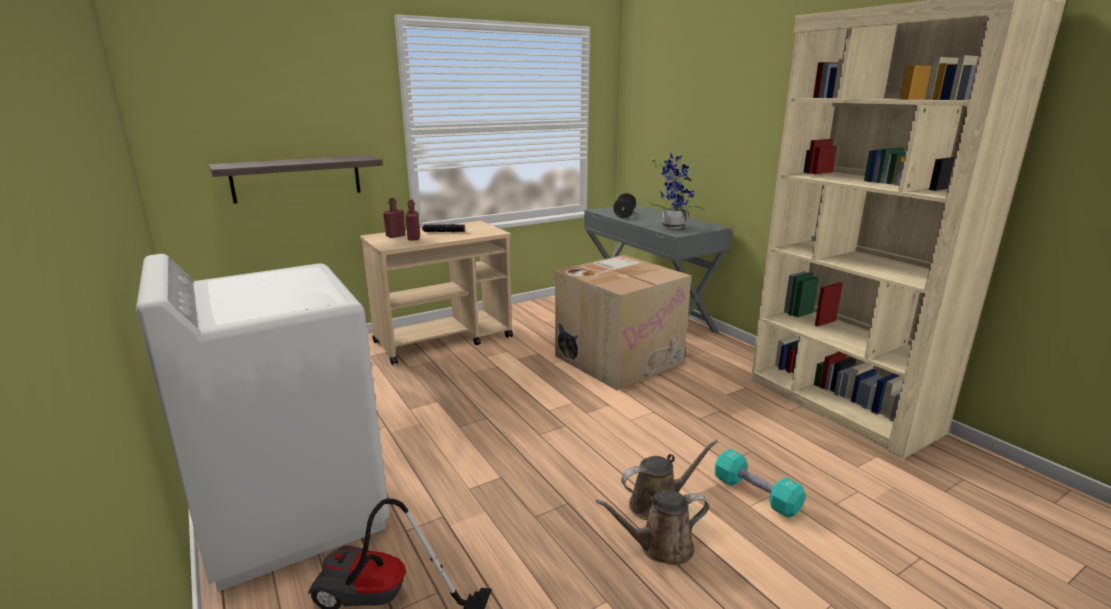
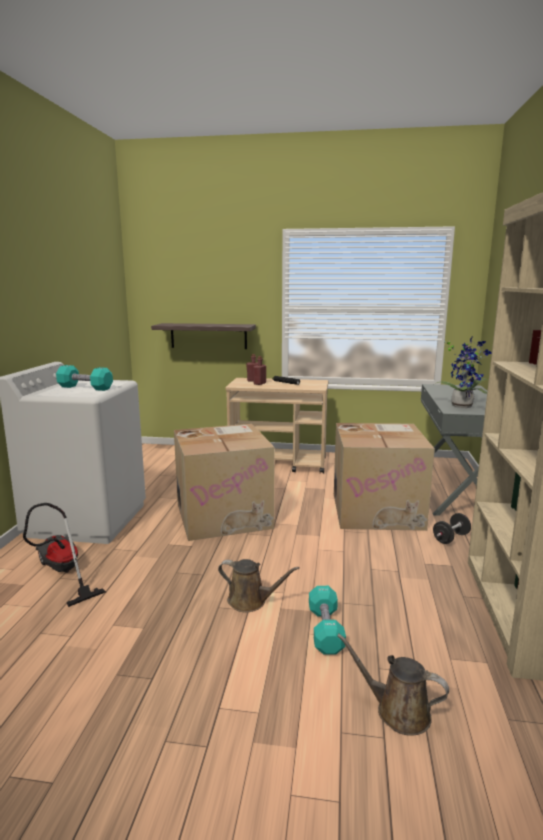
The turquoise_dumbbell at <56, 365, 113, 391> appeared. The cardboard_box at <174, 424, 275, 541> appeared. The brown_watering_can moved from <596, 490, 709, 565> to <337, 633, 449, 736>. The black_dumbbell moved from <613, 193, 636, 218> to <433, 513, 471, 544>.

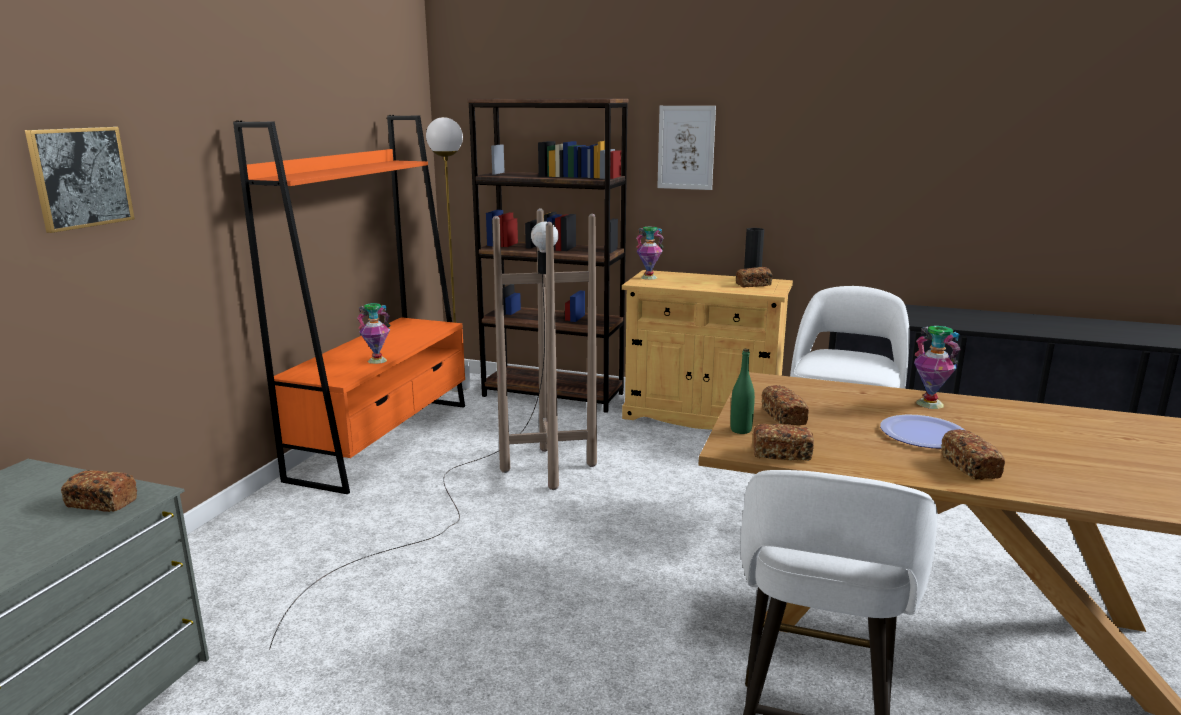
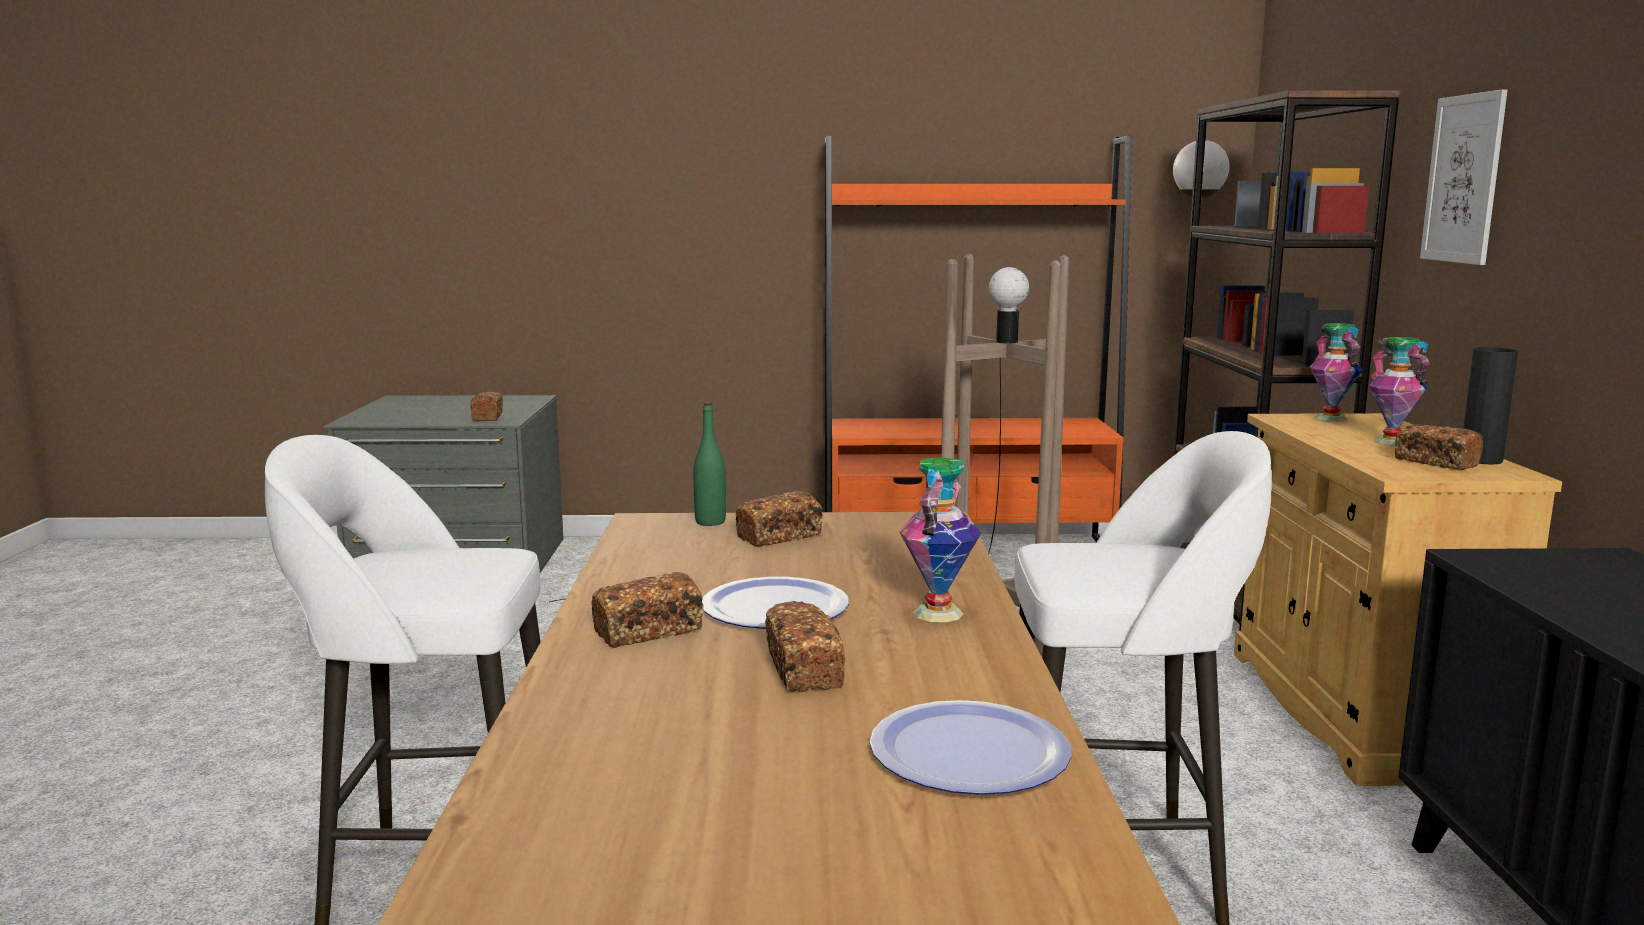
The bread moved from <753, 424, 814, 461> to <765, 601, 845, 692>. The plate at <870, 700, 1072, 795> appeared. The vase moved from <357, 303, 391, 364> to <1369, 337, 1430, 446>. The picture at <25, 127, 135, 233> disappeared.

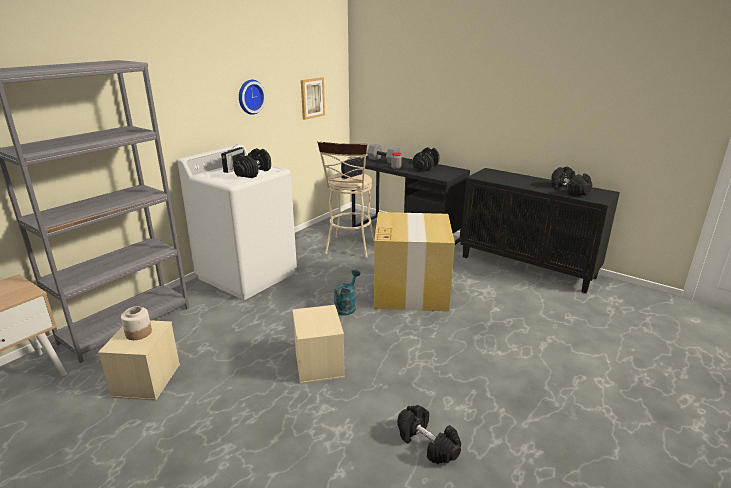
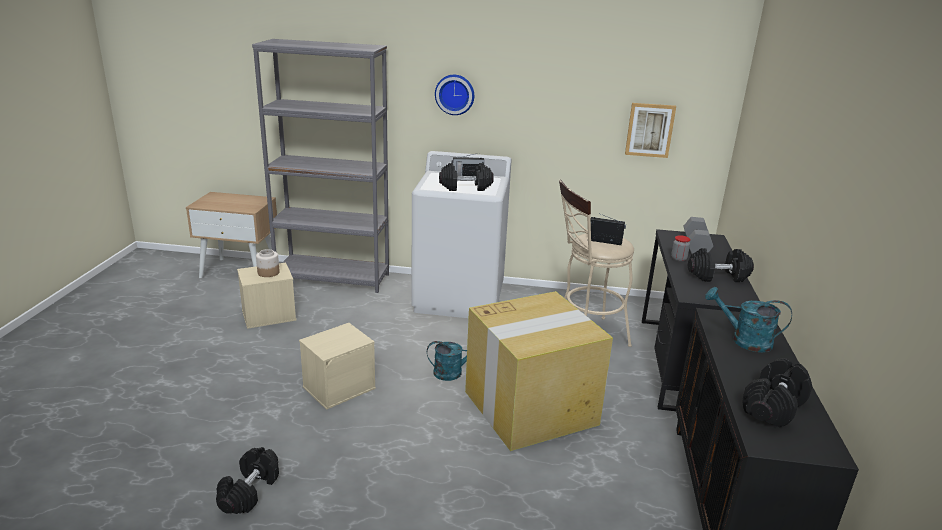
The wall_clock moved from <239, 80, 266, 115> to <435, 75, 474, 115>. The turquoise_watering_can at <705, 287, 792, 352> appeared.

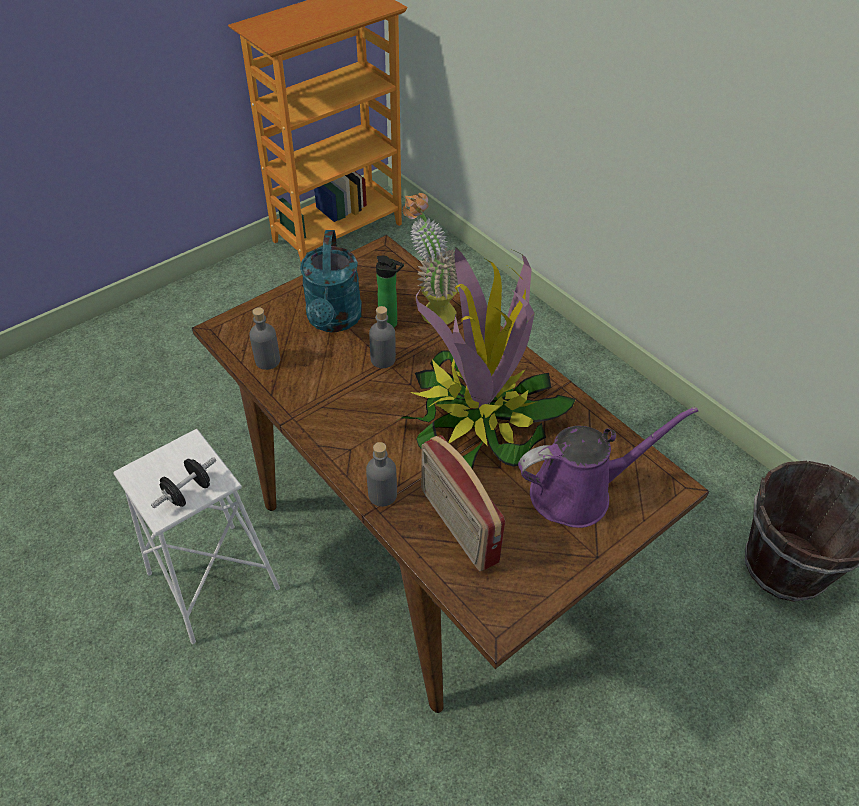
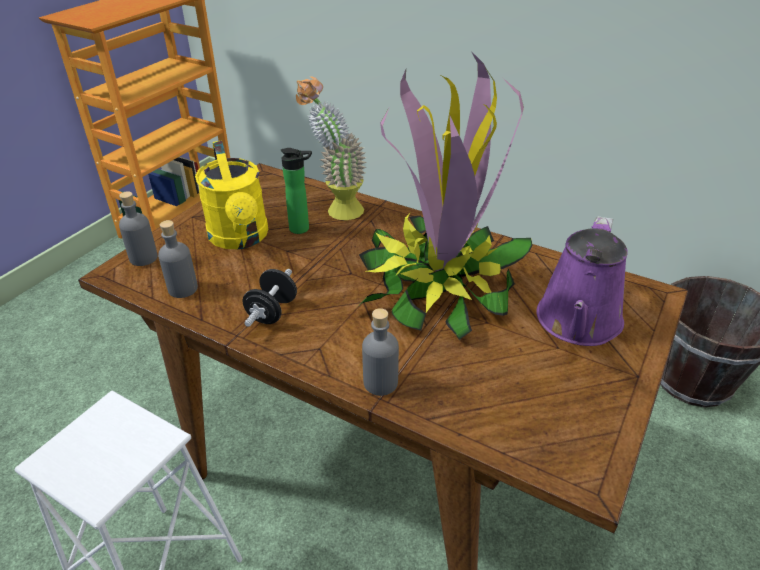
The grey_bottle moved from <369, 306, 396, 368> to <119, 191, 158, 266>. The turquoise_watering_can at <300, 230, 362, 332> became the yellow_watering_can at <195, 141, 268, 249>. The black_dumbbell moved from <151, 457, 216, 508> to <243, 269, 297, 327>. The purple_watering_can at <518, 407, 698, 528> turned 150 degrees clockwise. The radio at <421, 435, 505, 571> disappeared.

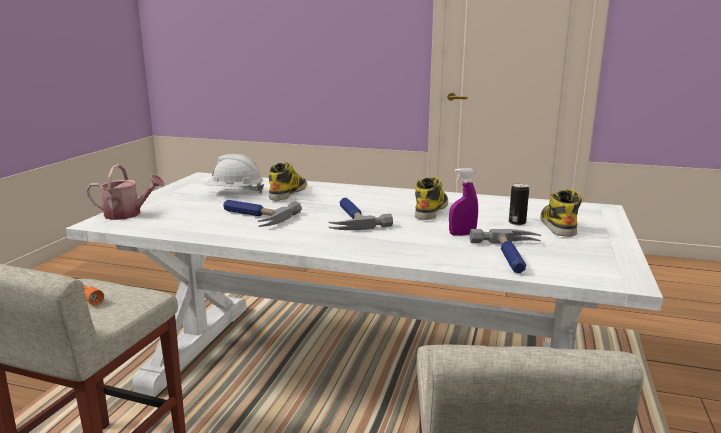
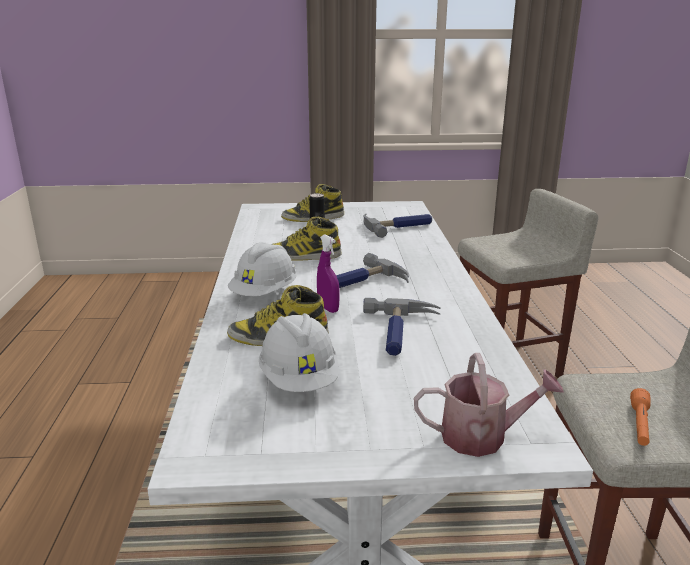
The white_hard_hat at <228, 242, 297, 296> appeared. The purple_spray_bottle moved from <449, 168, 478, 236> to <317, 234, 340, 313>. The watering_can at <86, 164, 165, 220> turned 105 degrees clockwise.

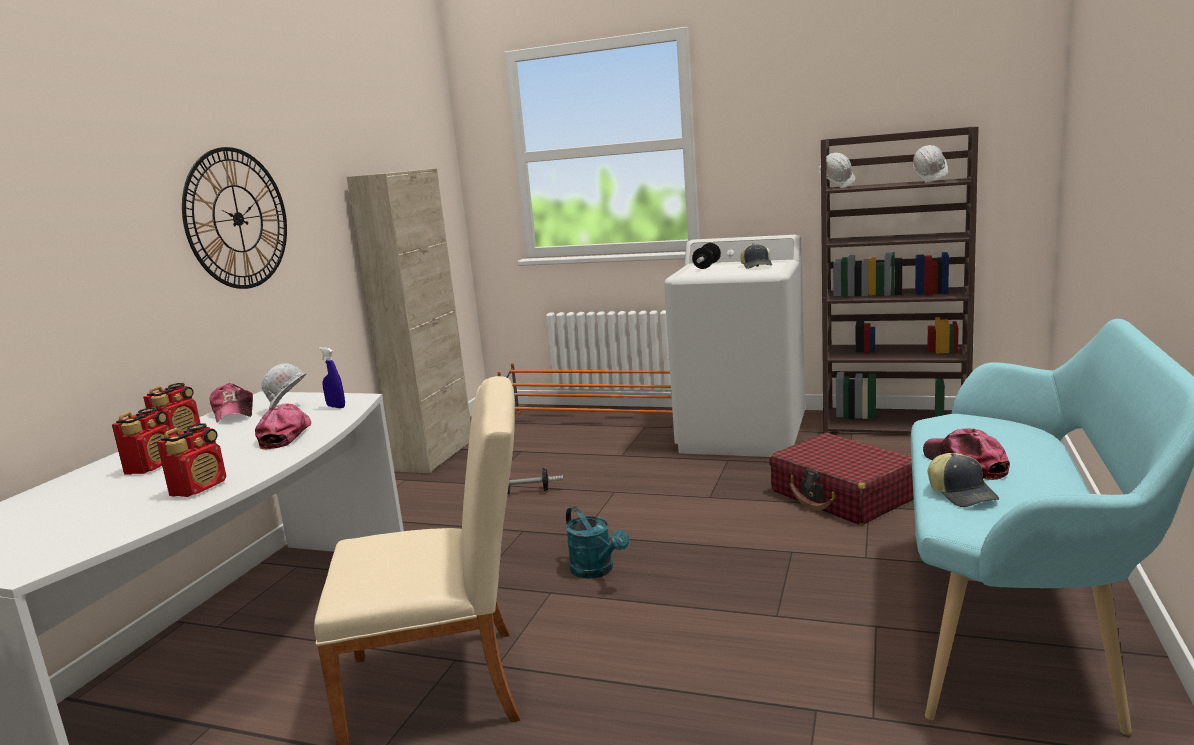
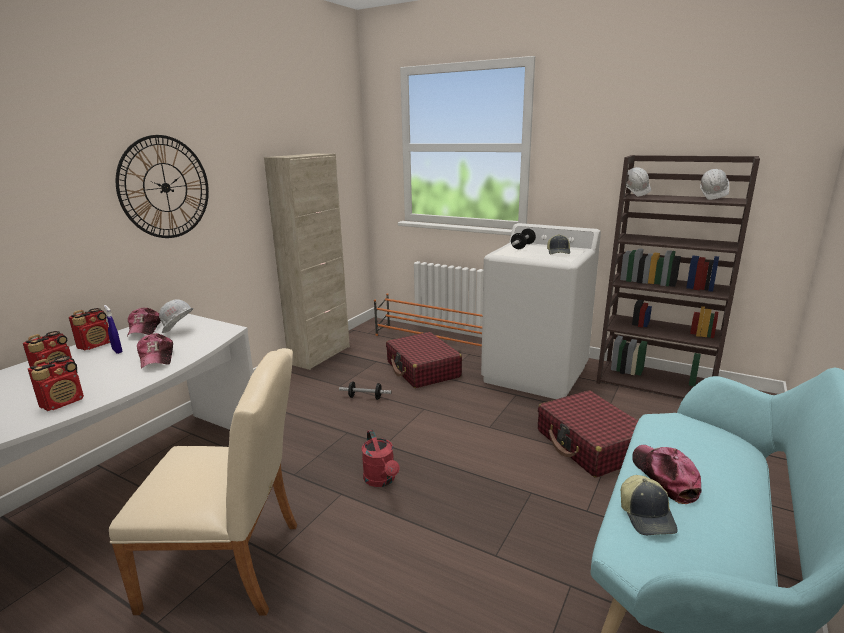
The blue_spray_bottle moved from <319, 347, 345, 409> to <104, 305, 122, 354>. The cap at <255, 403, 311, 450> turned 150 degrees clockwise. The turquoise_watering_can at <566, 506, 629, 579> became the red_watering_can at <362, 430, 399, 487>. The red_suitcase at <386, 332, 462, 388> appeared.

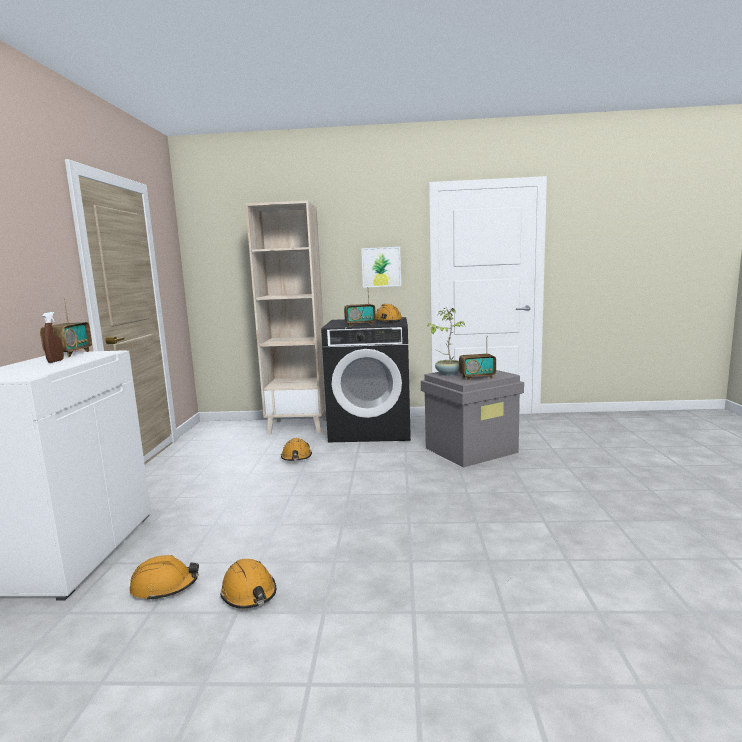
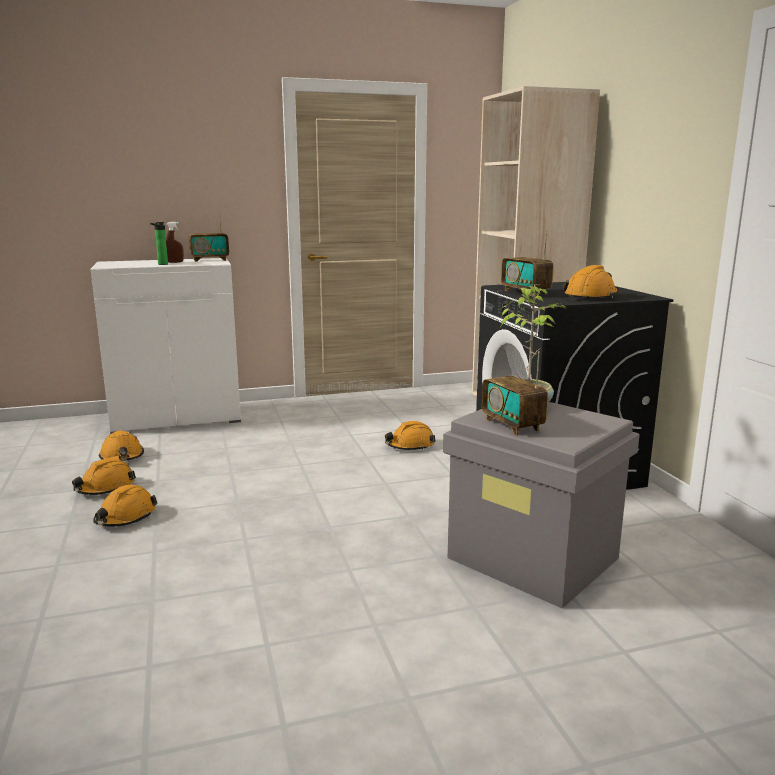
The orange_hard_hat at <93, 485, 157, 526> appeared. The bottle at <150, 222, 168, 265> appeared. The picture at <361, 247, 401, 288> disappeared.

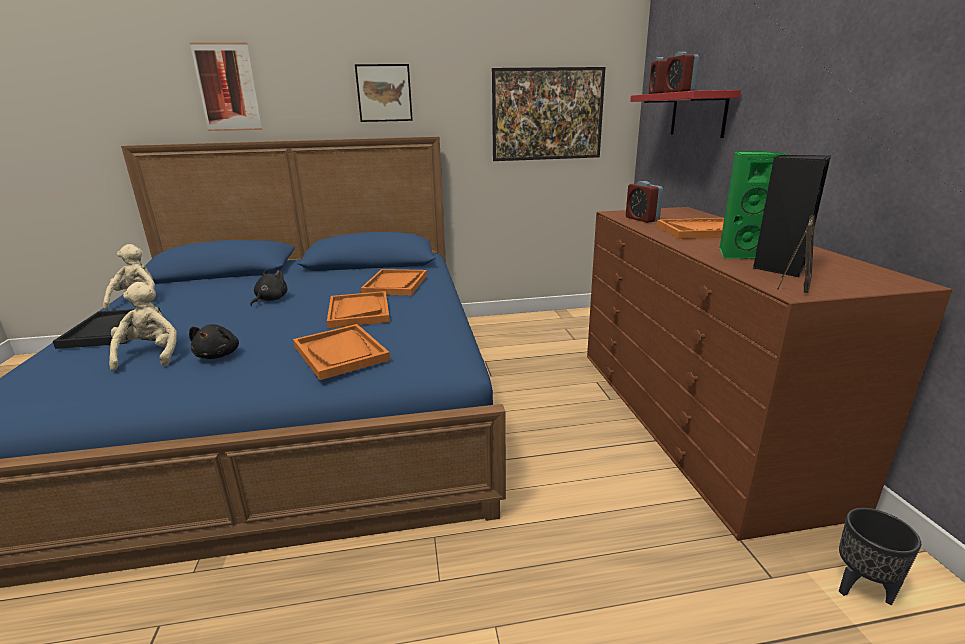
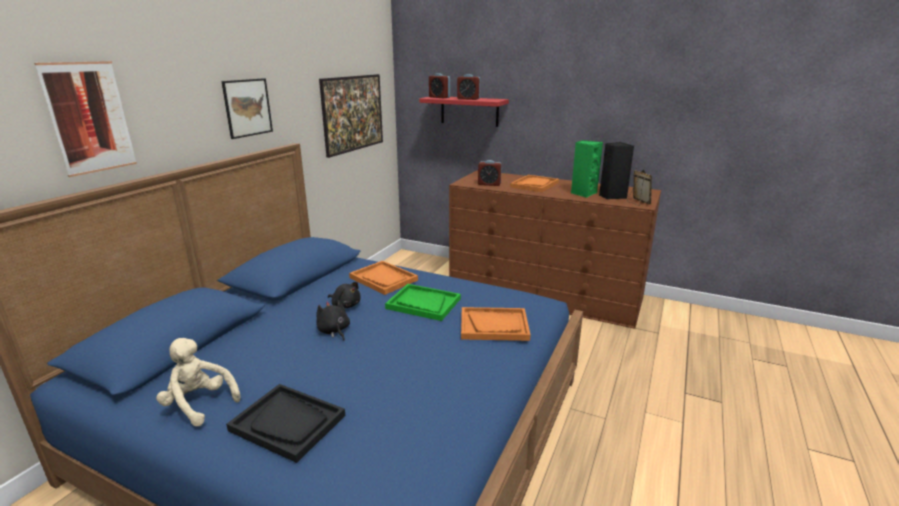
The black_plush_toy moved from <189, 324, 239, 359> to <328, 282, 361, 308>. The orange_tray at <327, 291, 390, 328> became the green_tray at <385, 284, 461, 321>. The beige_plush_toy at <109, 282, 177, 371> disappeared. The black_planter at <839, 508, 921, 606> disappeared.

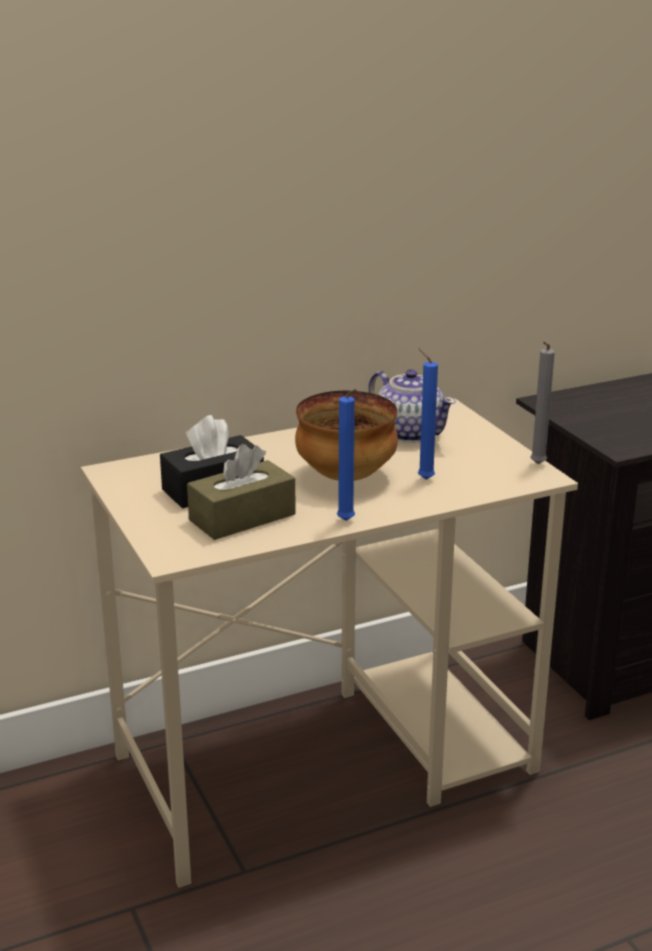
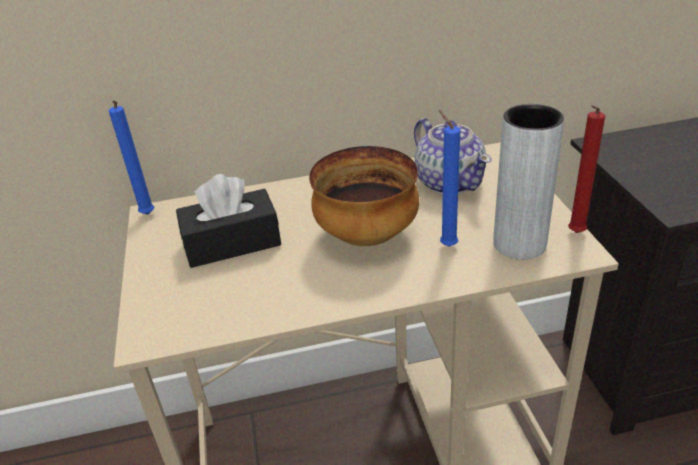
The blue_candle moved from <337, 389, 357, 521> to <109, 101, 154, 215>. The grey_vase at <494, 104, 564, 260> appeared. The grey_candle at <530, 342, 555, 464> became the red_candle at <568, 105, 605, 233>. The brown_tissue_box at <187, 444, 296, 540> disappeared.

